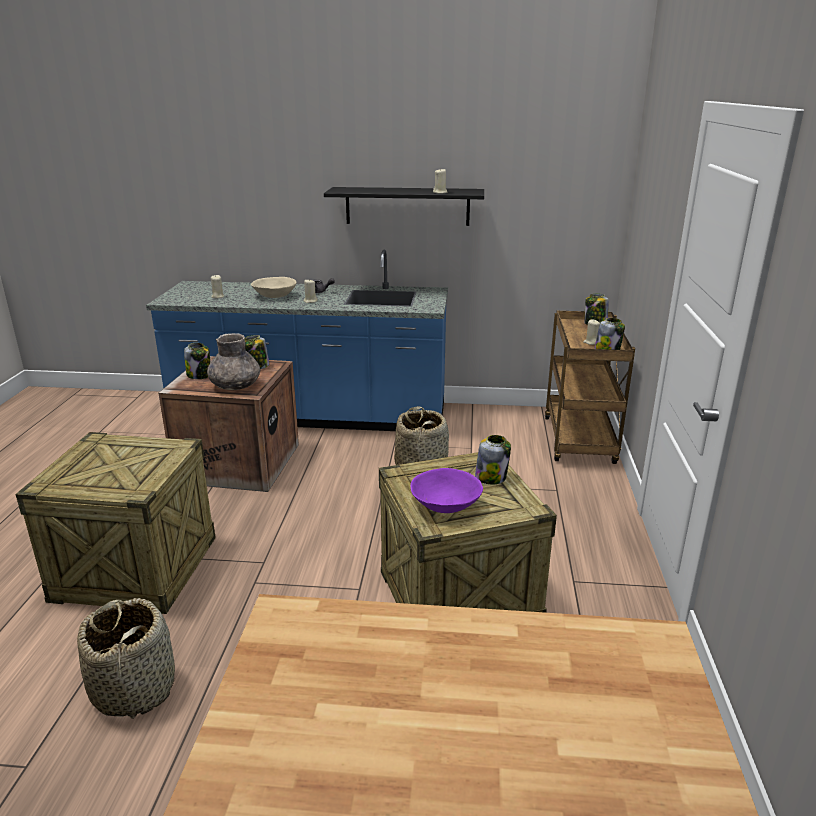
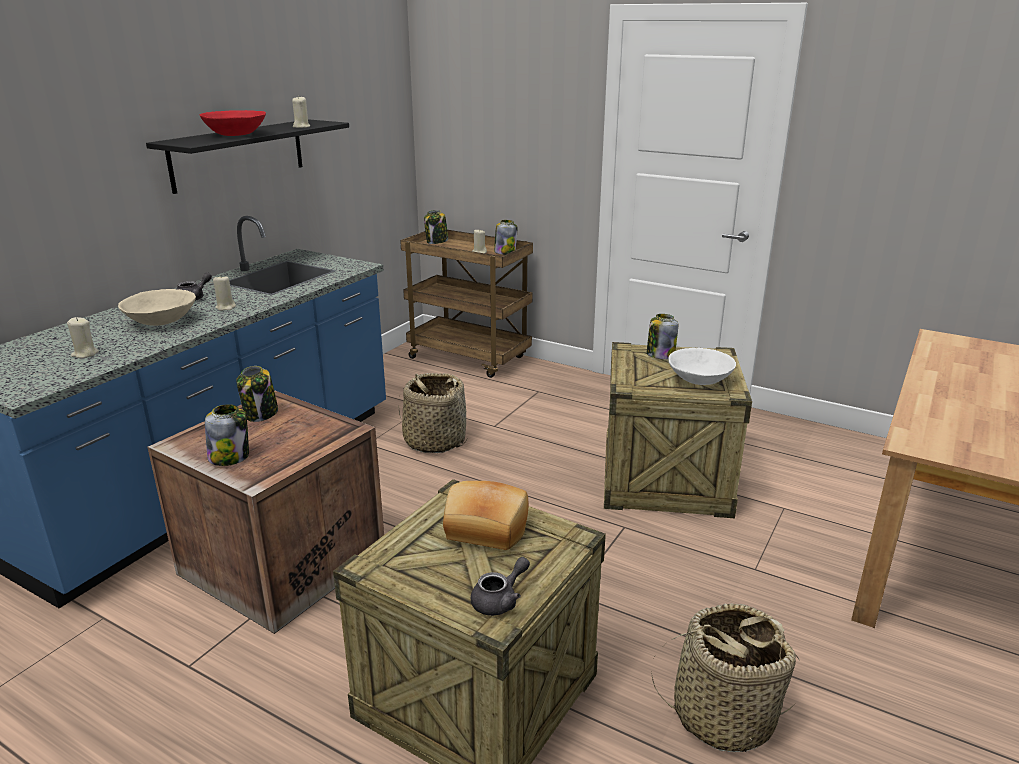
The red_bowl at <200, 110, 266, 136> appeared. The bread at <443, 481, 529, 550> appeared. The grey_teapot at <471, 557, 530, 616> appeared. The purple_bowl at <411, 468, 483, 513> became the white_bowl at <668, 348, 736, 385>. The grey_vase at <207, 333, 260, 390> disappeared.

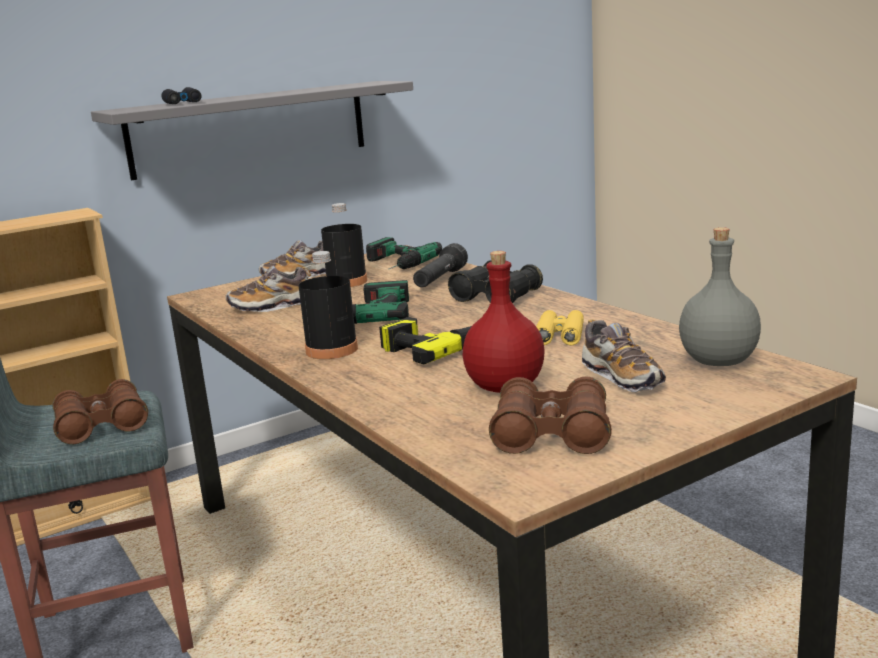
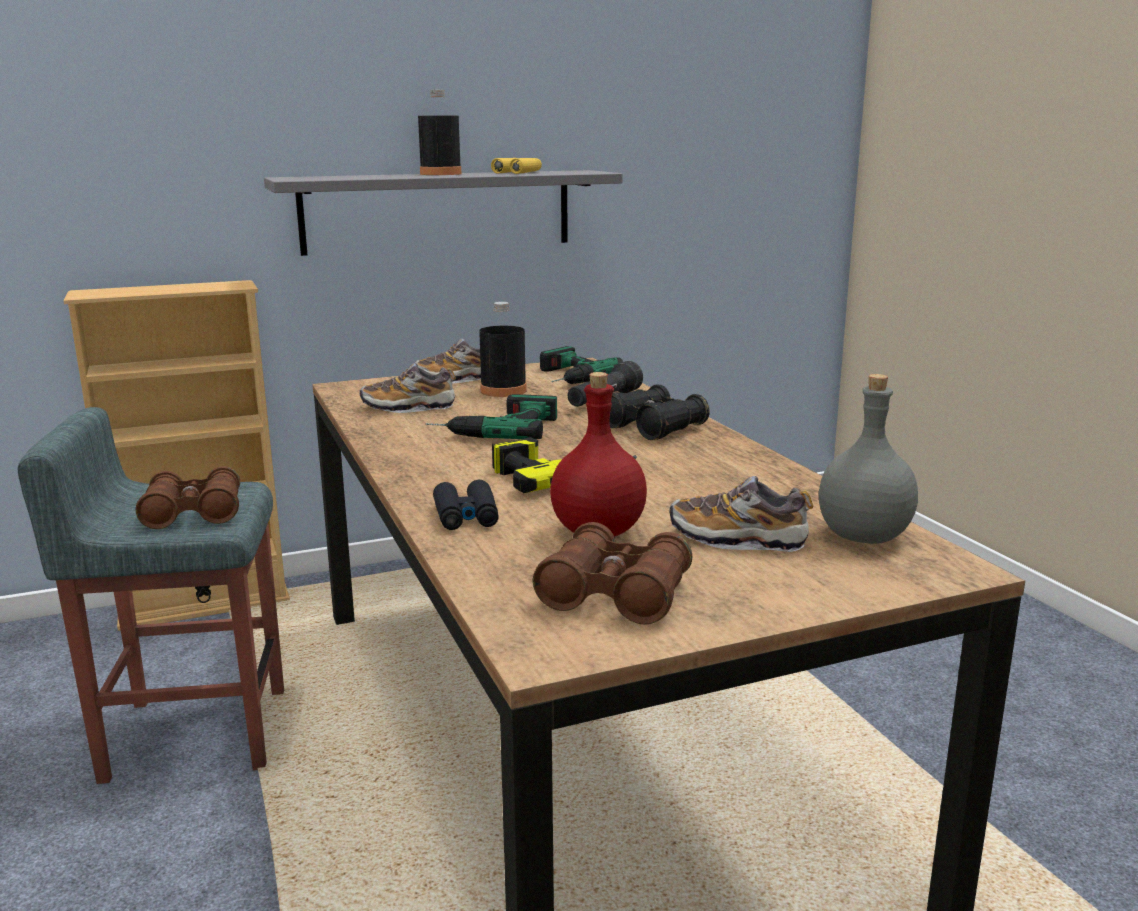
The black_bottle moved from <299, 251, 358, 359> to <418, 90, 462, 175>. The black_binoculars moved from <161, 87, 202, 104> to <433, 480, 499, 530>. The yellow_binoculars moved from <536, 310, 584, 345> to <491, 158, 542, 174>. The shoe at <582, 319, 666, 392> turned 120 degrees clockwise.

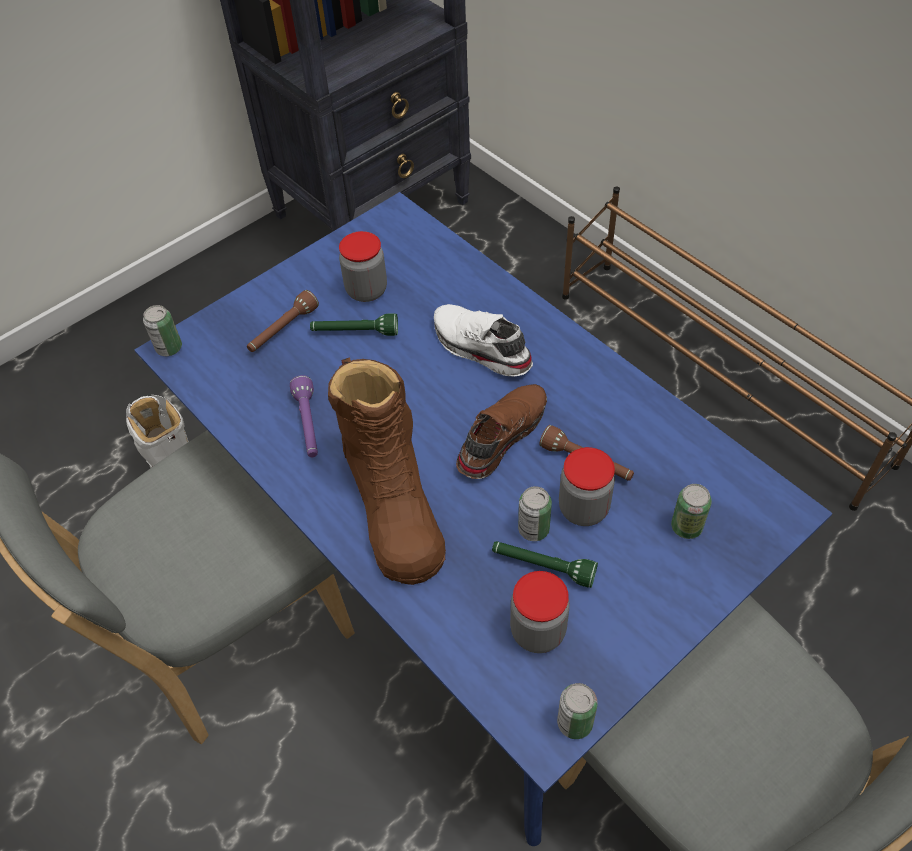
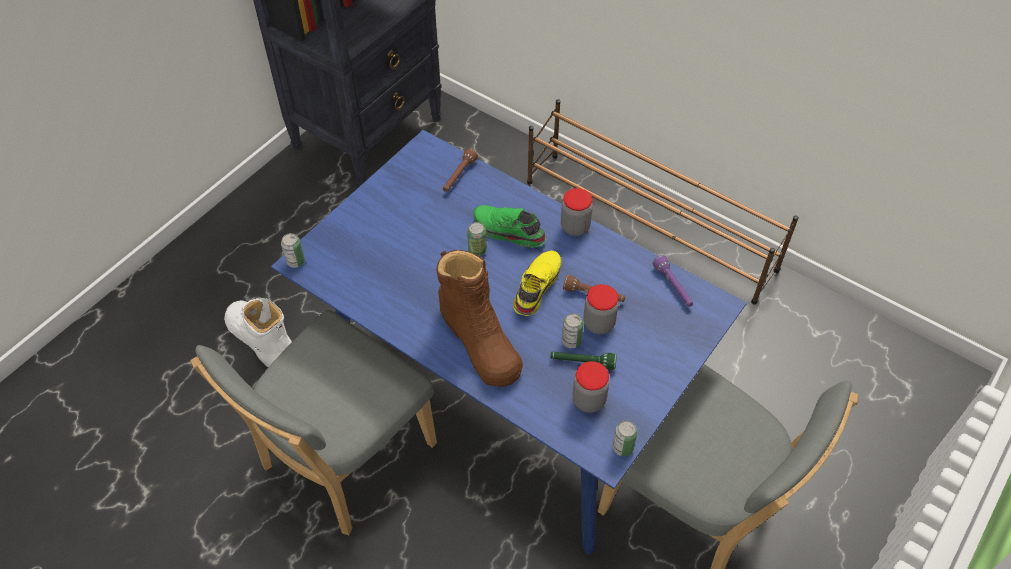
The brown_flashlight moved from <247, 290, 319, 352> to <443, 148, 478, 192>. The can moved from <671, 484, 712, 539> to <467, 222, 487, 256>. The white_shoe at <434, 304, 533, 377> became the green_shoe at <473, 205, 546, 248>. The brown_shoe at <456, 384, 547, 479> became the yellow_shoe at <513, 250, 561, 316>. The jar moved from <339, 231, 387, 302> to <561, 188, 593, 236>. The purple_flashlight moved from <290, 375, 318, 457> to <652, 255, 693, 307>. The green_flashlight at <310, 314, 398, 336> disappeared.

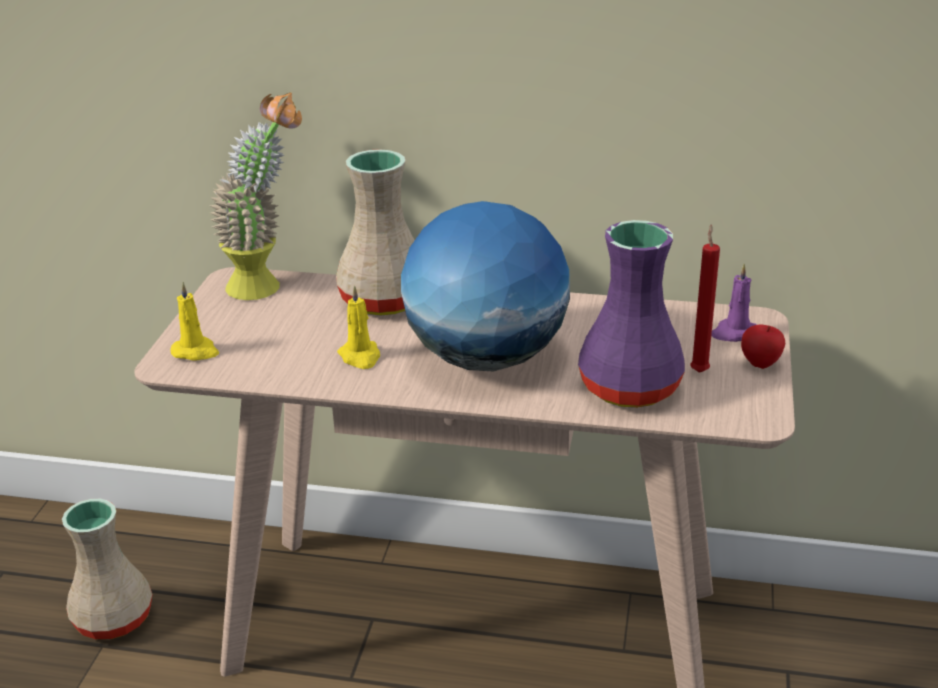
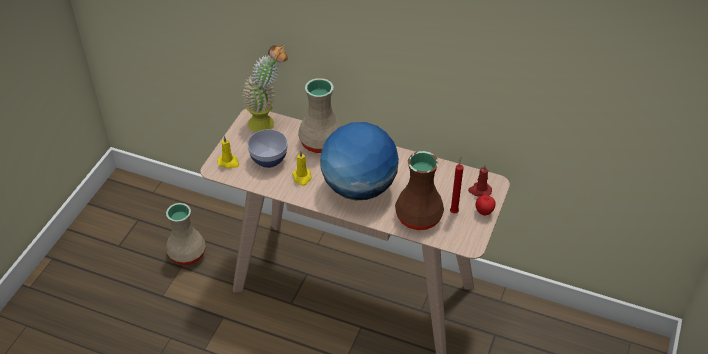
The bowl at <247, 129, 288, 168> appeared. The purple_vase at <578, 220, 685, 408> became the brown_vase at <395, 151, 444, 230>. The purple_candle at <711, 264, 757, 342> became the red_candle at <468, 165, 492, 197>.

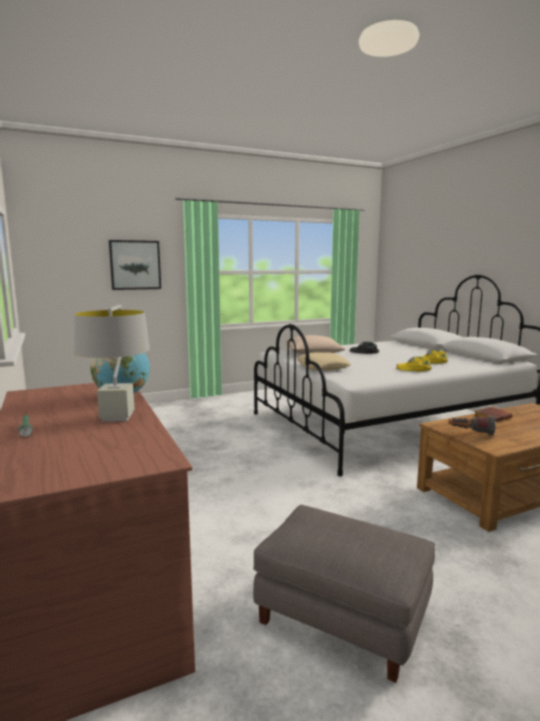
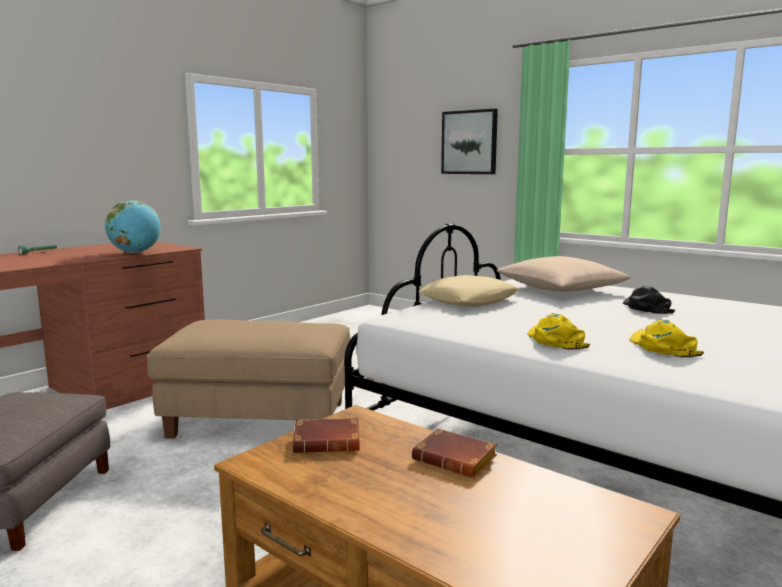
The beige_ottoman at <147, 319, 350, 439> appeared. The flashlight at <448, 416, 496, 436> was replaced by the brown_book at <293, 418, 360, 453>. The grey_table_lamp at <74, 305, 150, 422> disappeared.

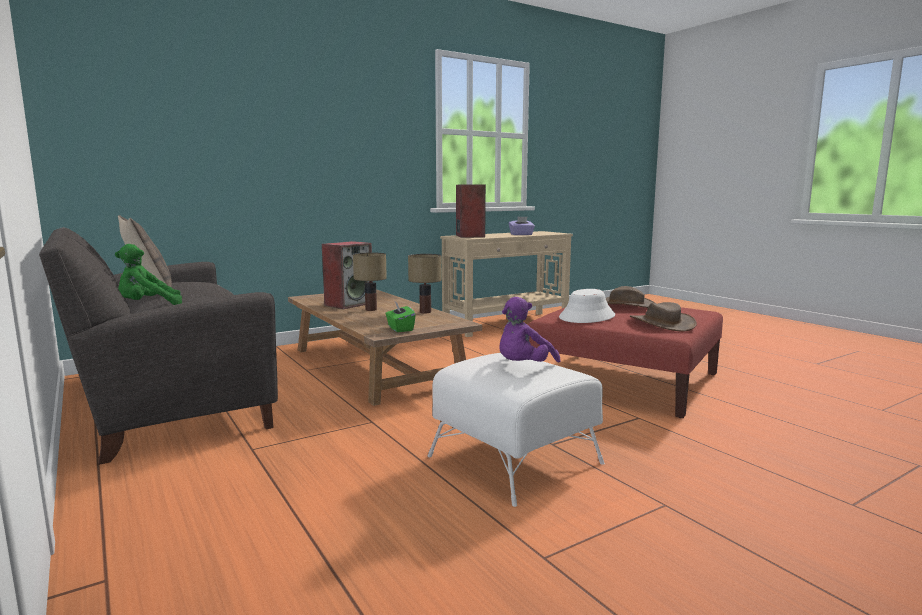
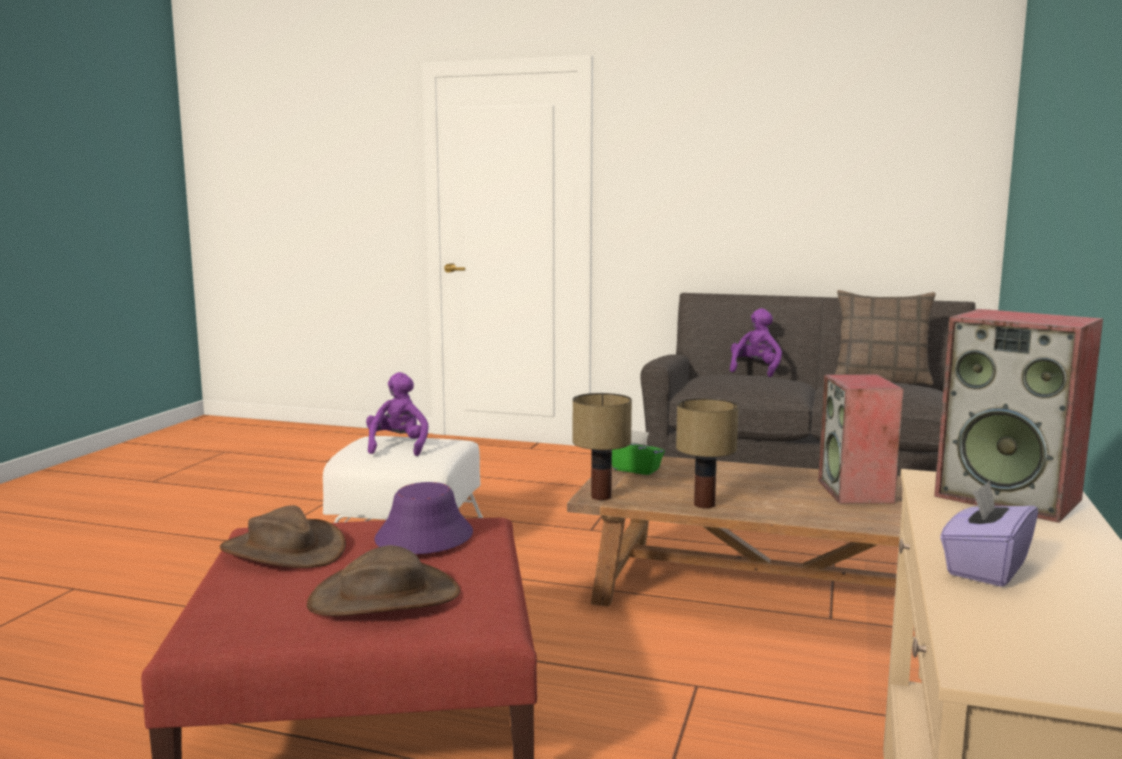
The white_hat at <559, 289, 615, 323> became the purple_hat at <374, 482, 473, 554>. The table_lamp moved from <353, 253, 387, 311> to <573, 393, 632, 500>. The green_plush_toy at <115, 244, 182, 305> became the purple_plush_toy at <730, 308, 782, 377>.

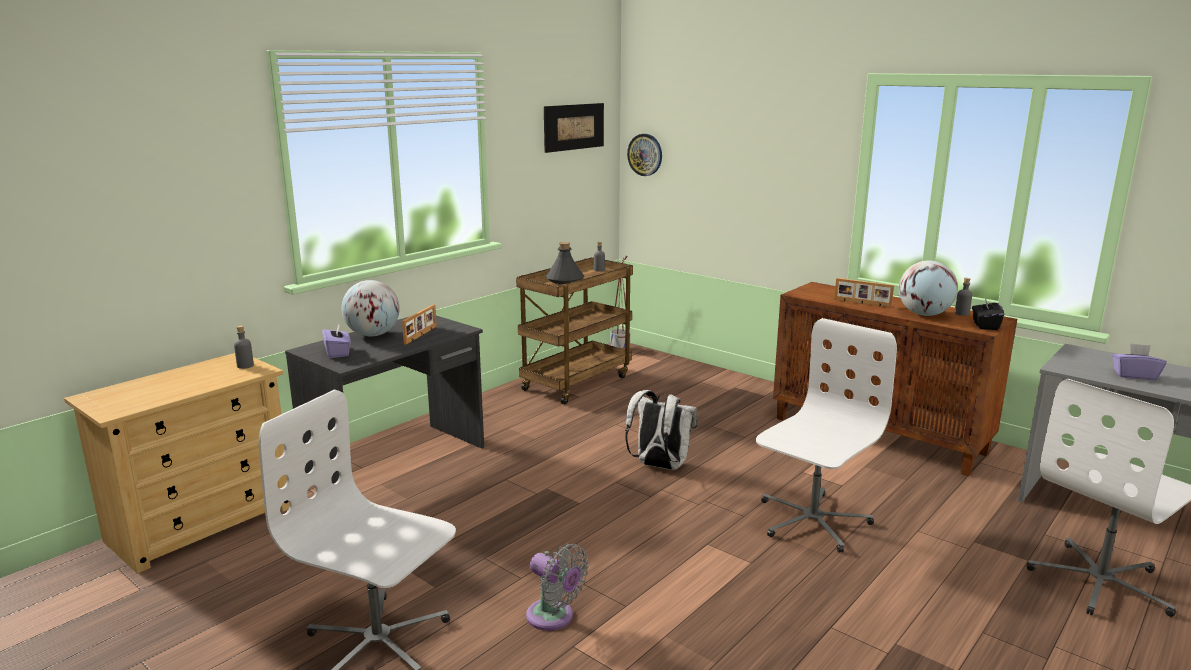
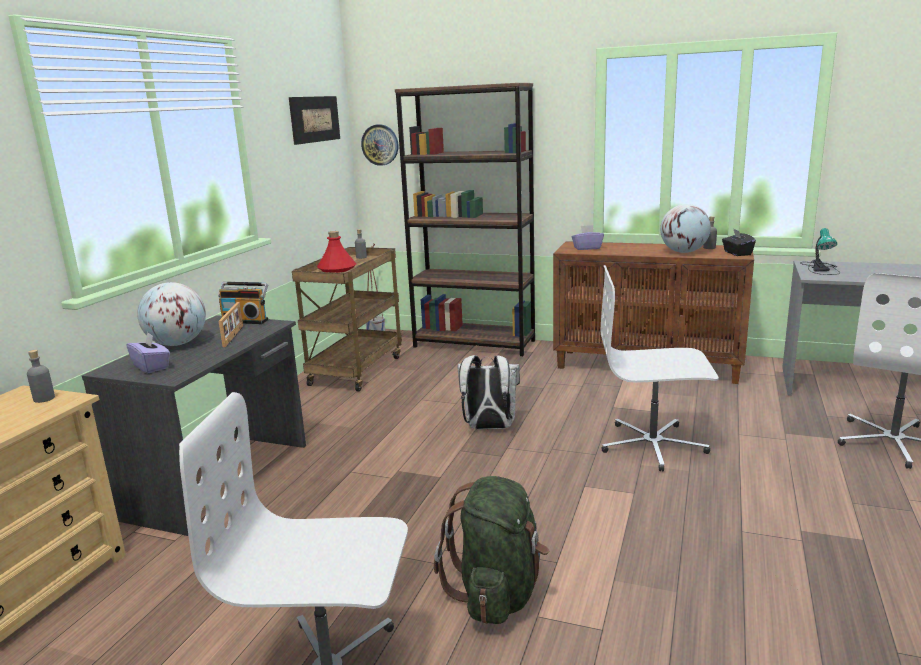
The radio at <218, 282, 268, 324> appeared. The grey_bottle at <546, 242, 584, 284> became the red_bottle at <317, 231, 356, 273>. The brown_bookcase at <395, 83, 535, 356> appeared. The grey_fan at <526, 544, 589, 631> was replaced by the green_backpack at <434, 476, 549, 624>. The purple_tissue_box moved from <1112, 343, 1167, 380> to <572, 225, 604, 250>. The white_office_chair at <756, 318, 897, 553> turned 105 degrees counterclockwise. The table_lamp at <800, 228, 840, 275> appeared. The picture_frame at <834, 278, 894, 308> disappeared.

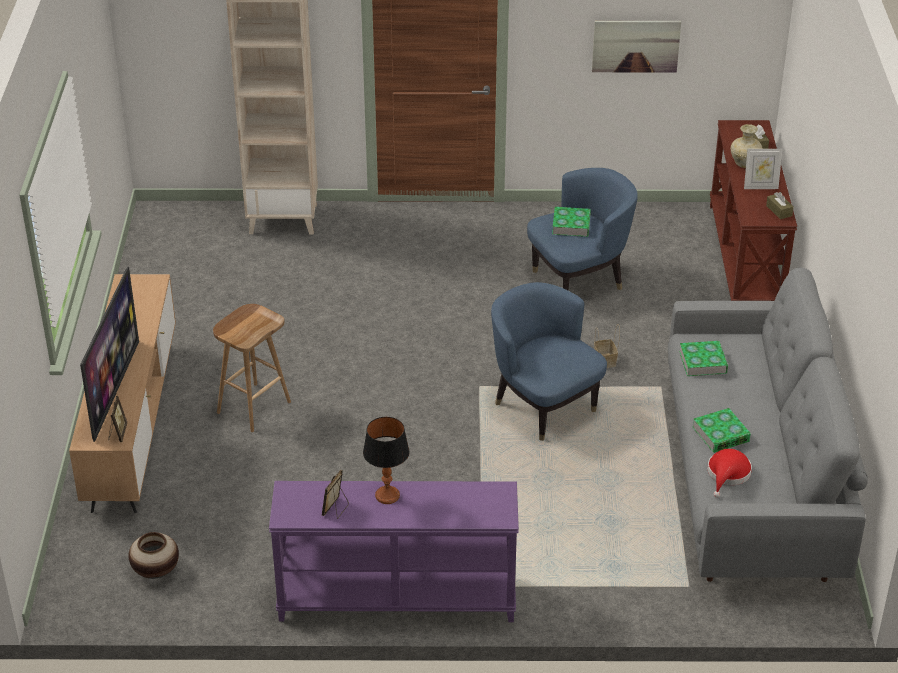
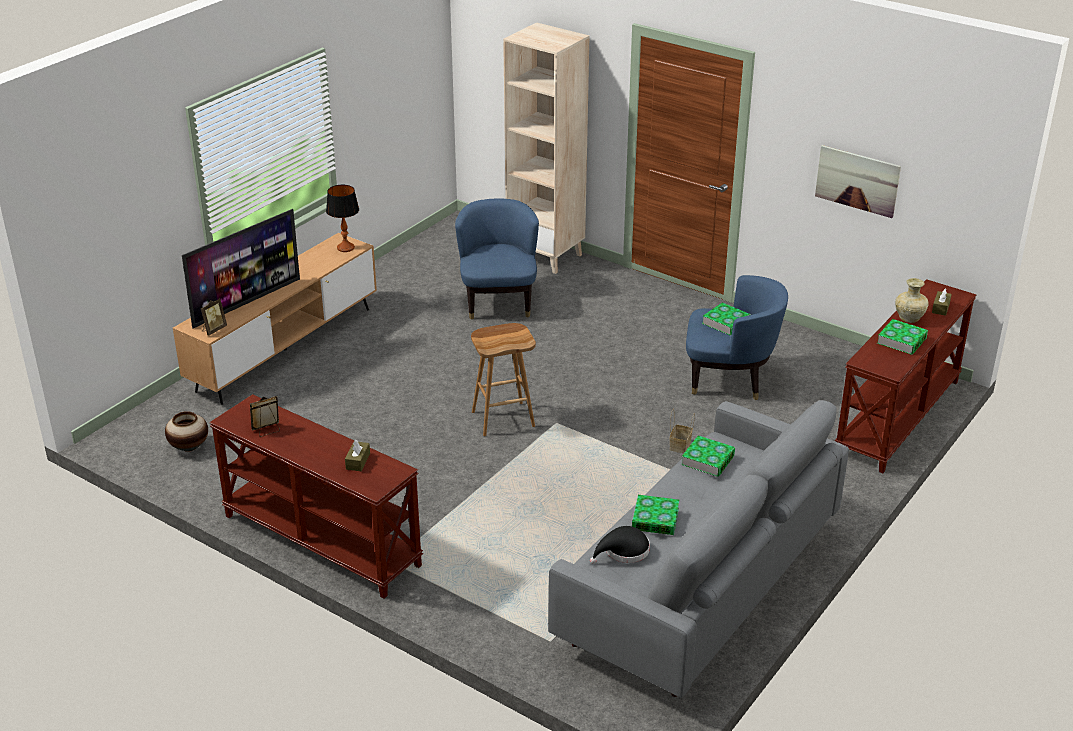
The purple_console_table at <269, 481, 519, 622> became the brown_console_table at <209, 394, 423, 599>. The table_lamp moved from <363, 417, 410, 504> to <326, 185, 359, 252>. The brown_tissue_box moved from <766, 192, 794, 219> to <345, 439, 370, 471>. The blue_armchair moved from <491, 282, 607, 441> to <455, 199, 539, 319>. The brown_stool moved from <213, 304, 291, 432> to <471, 323, 536, 436>. The red_hat at <708, 449, 752, 498> became the black_hat at <590, 526, 650, 564>. The picture_frame at <744, 149, 782, 189> was replaced by the book at <877, 319, 928, 355>.

